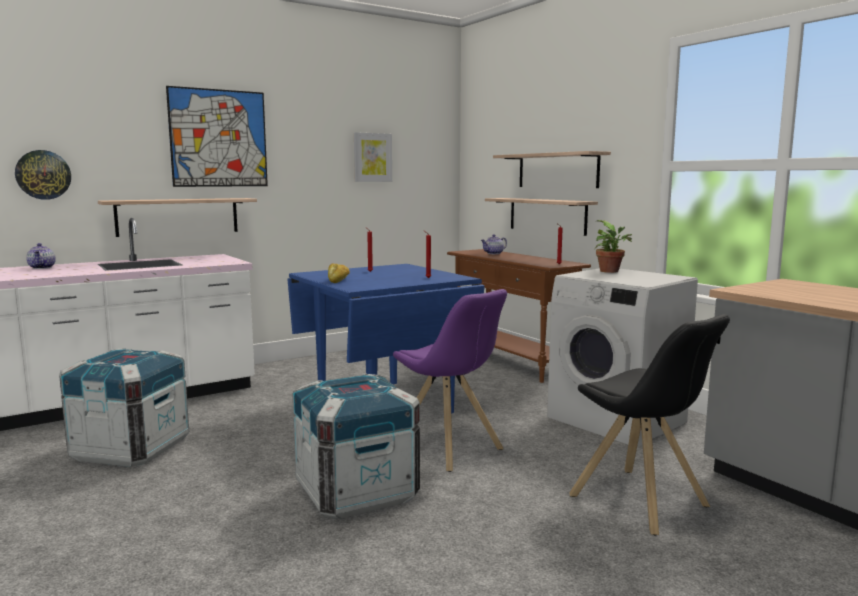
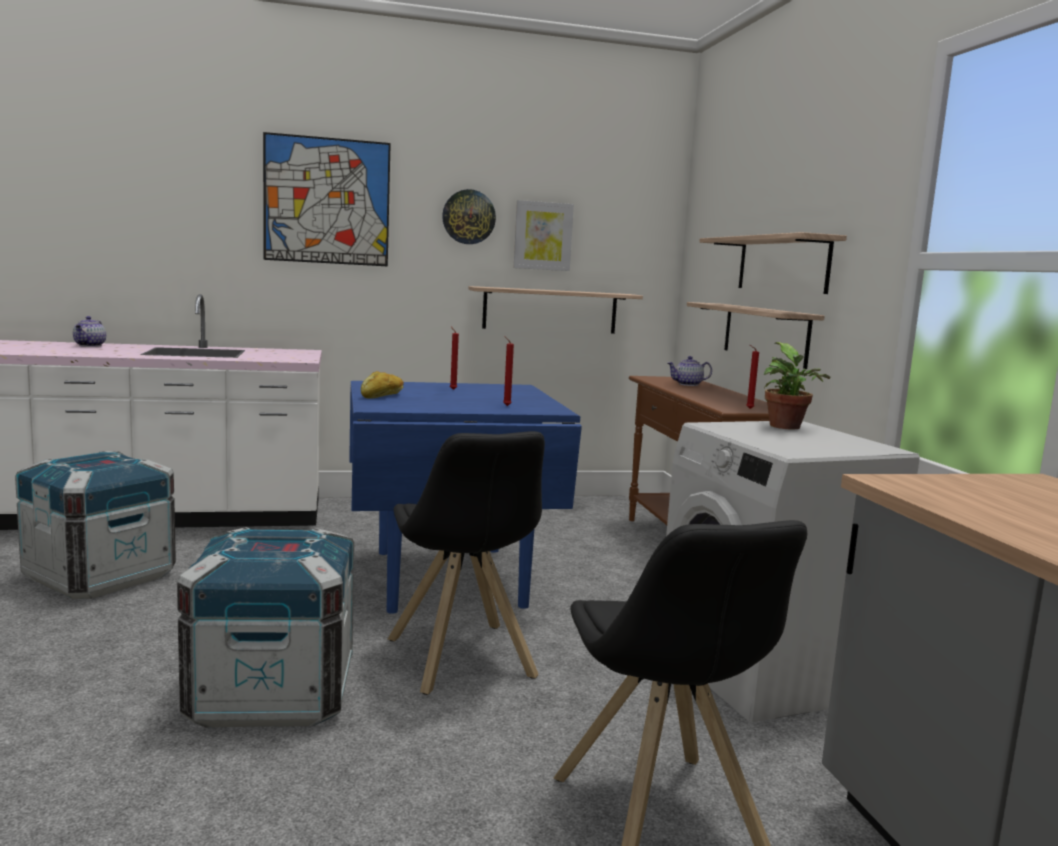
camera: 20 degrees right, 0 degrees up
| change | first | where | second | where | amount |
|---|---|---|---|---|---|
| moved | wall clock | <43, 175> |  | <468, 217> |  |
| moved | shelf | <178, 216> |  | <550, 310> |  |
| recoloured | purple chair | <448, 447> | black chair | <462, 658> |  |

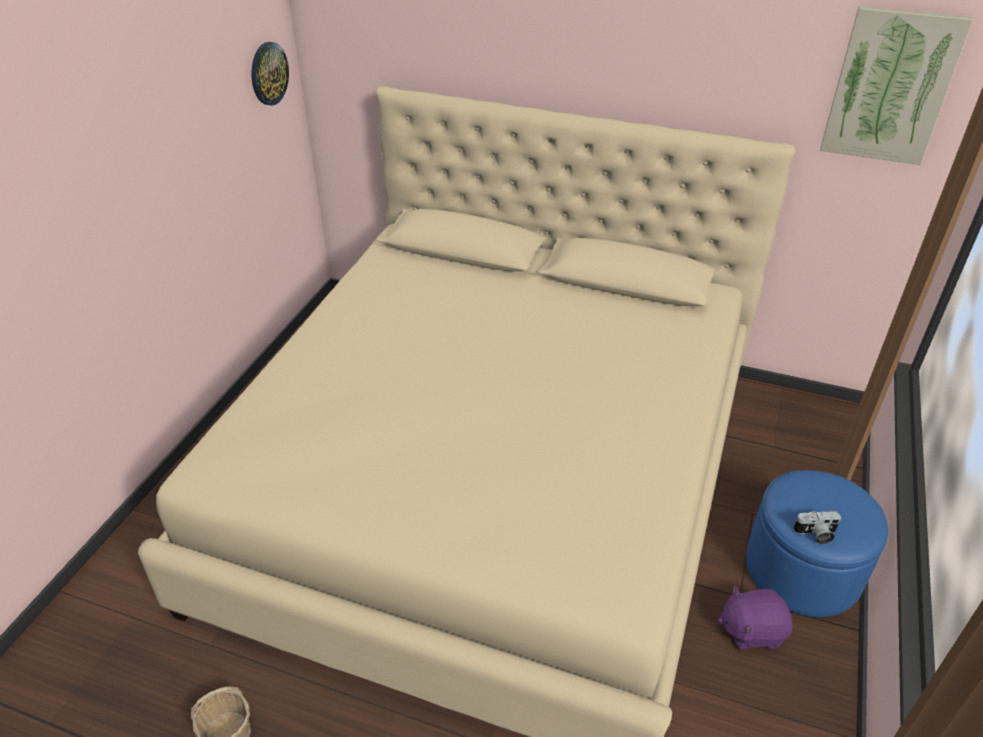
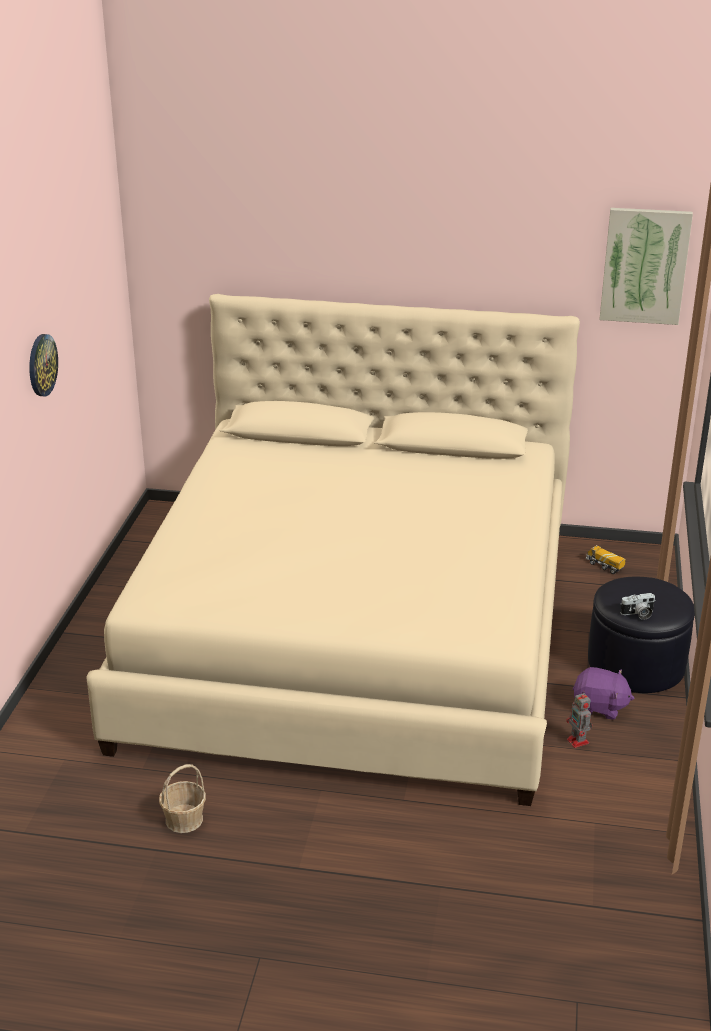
camera: 10 degrees left, 10 degrees down
| change | first | where | second | where | amount |
|---|---|---|---|---|---|
| added |  |  | toy robot | <578, 742> |  |
| added |  |  | toy truck | <604, 566> |  |
| moved | wall clock | <268, 73> |  | <41, 365> |  |
| recoloured | blue ottoman | <802, 569> | black ottoman | <636, 664> |  |
| turned | purple plush toy | <751, 630> |  | <600, 707> | 150 degrees counterclockwise |

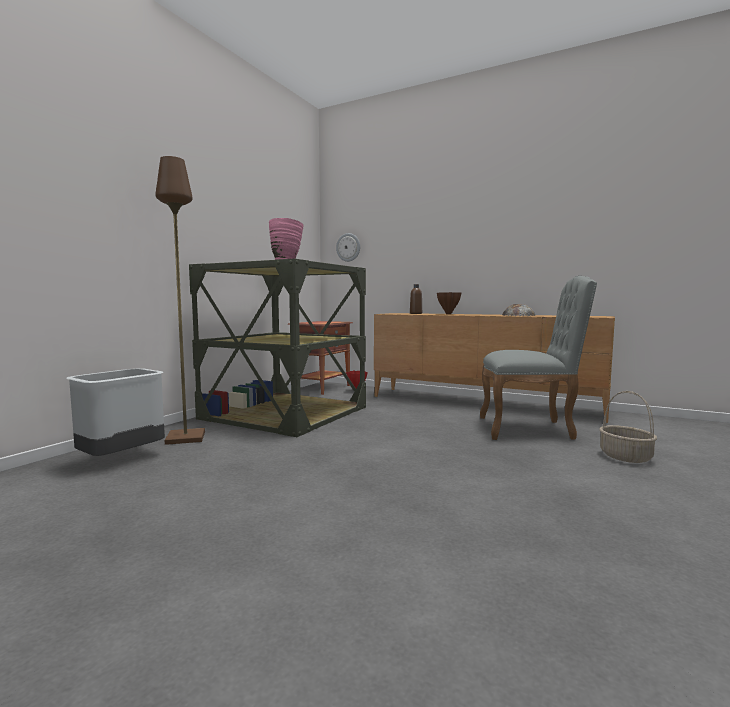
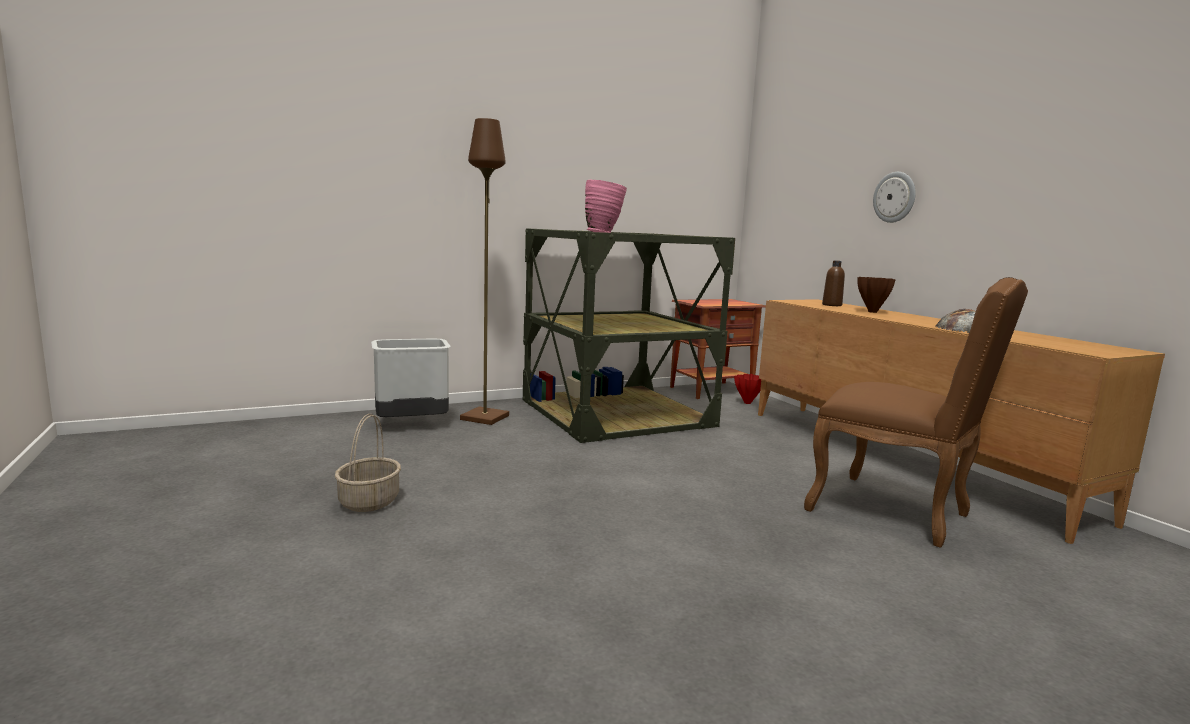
camera: 35 degrees right, 5 degrees up
| change | first | where | second | where | amount |
|---|---|---|---|---|---|
| moved | wall clock | <348, 247> |  | <894, 197> |  |
| moved | basket | <624, 456> |  | <369, 501> |  |
| recoloured | grey chair | <527, 429> | brown chair | <893, 511> |  |

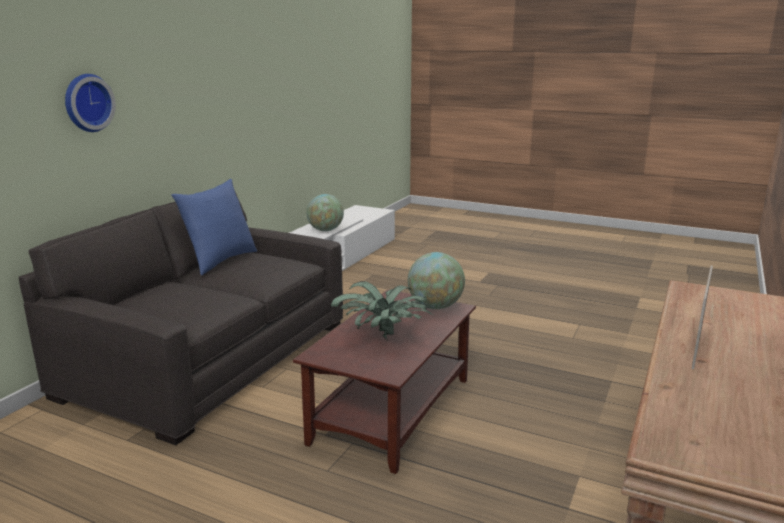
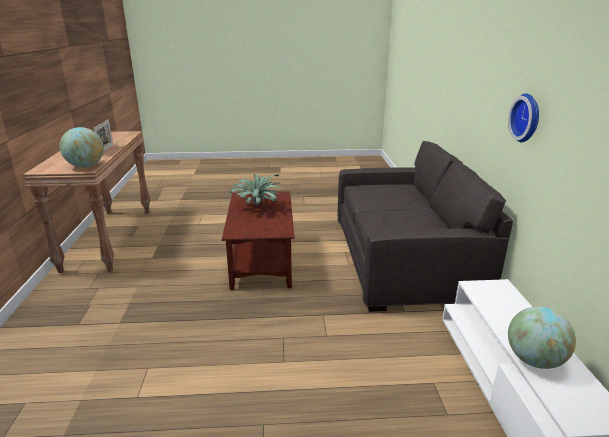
camera: 150 degrees right, 5 degrees up
| change | first | where | second | where | amount |
|---|---|---|---|---|---|
| removed | blue pillow | <220, 261> |  |  |  |
| moved | wall clock | <87, 103> |  | <527, 118> |  |
| moved | globe | <435, 306> |  | <86, 166> |  |

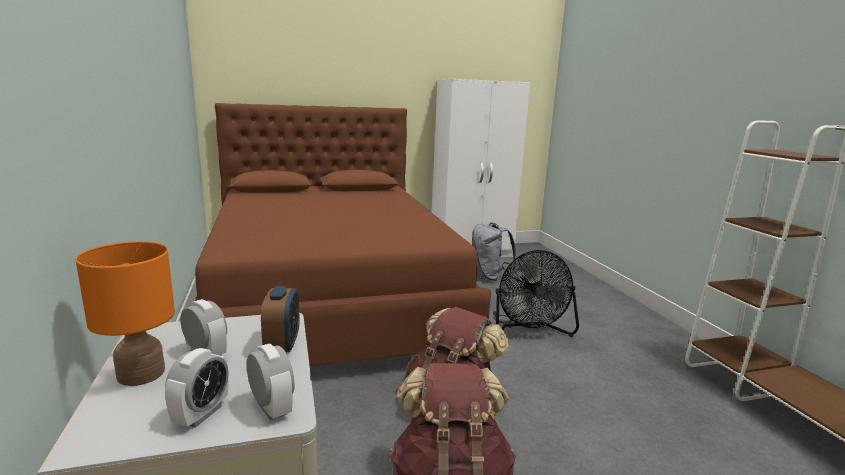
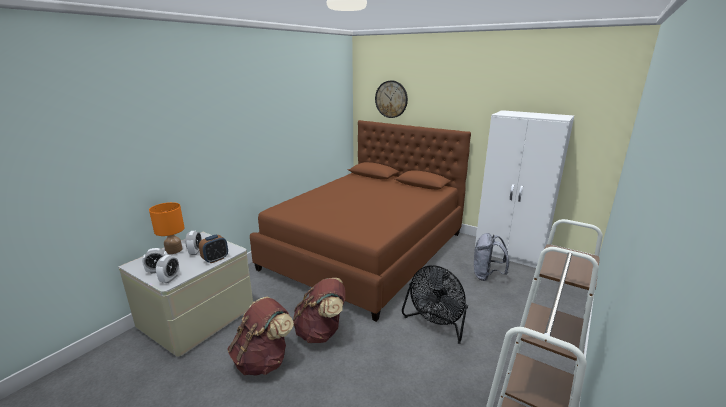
camera: 50 degrees right, 5 degrees up
| change | first | where | second | where | amount |
|---|---|---|---|---|---|
| added |  |  | wall clock | <391, 99> |  |

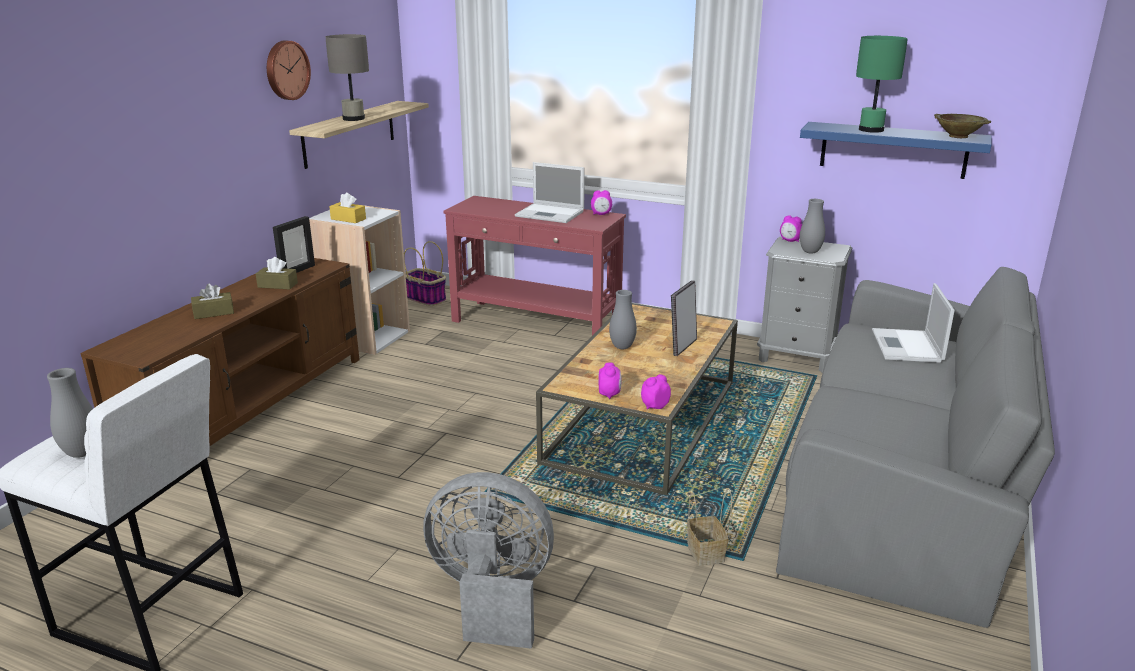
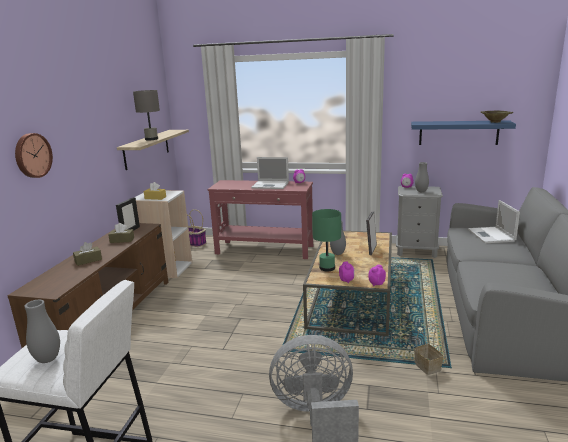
camera: 10 degrees left, 5 degrees down
| change | first | where | second | where | amount |
|---|---|---|---|---|---|
| moved | wall clock | <286, 70> |  | <32, 155> |  |
| moved | green table lamp | <871, 130> |  | <327, 268> |  |

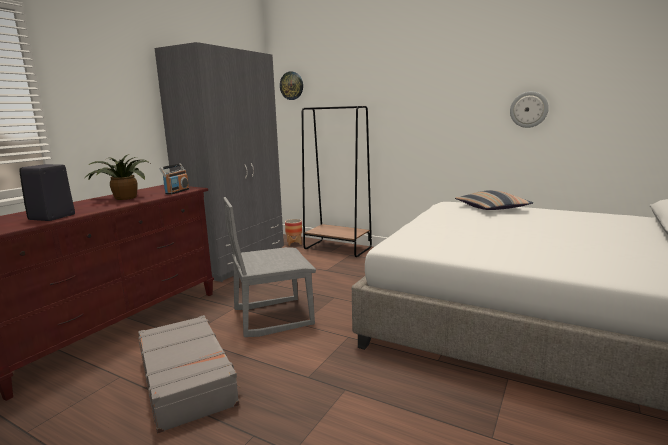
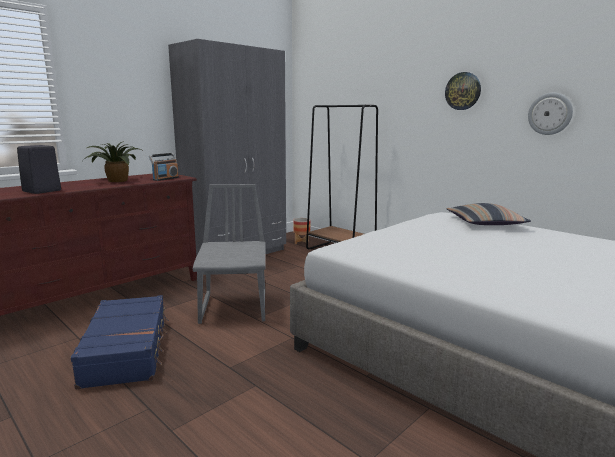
camera: 15 degrees right, 0 degrees up
| change | first | where | second | where | amount |
|---|---|---|---|---|---|
| moved | wall clock | <291, 85> |  | <463, 91> |  |
| recoloured | grey suitcase | <188, 380> | blue suitcase | <127, 350> |  |
| turned | grey chair | <273, 317> |  | <235, 308> | 90 degrees clockwise |

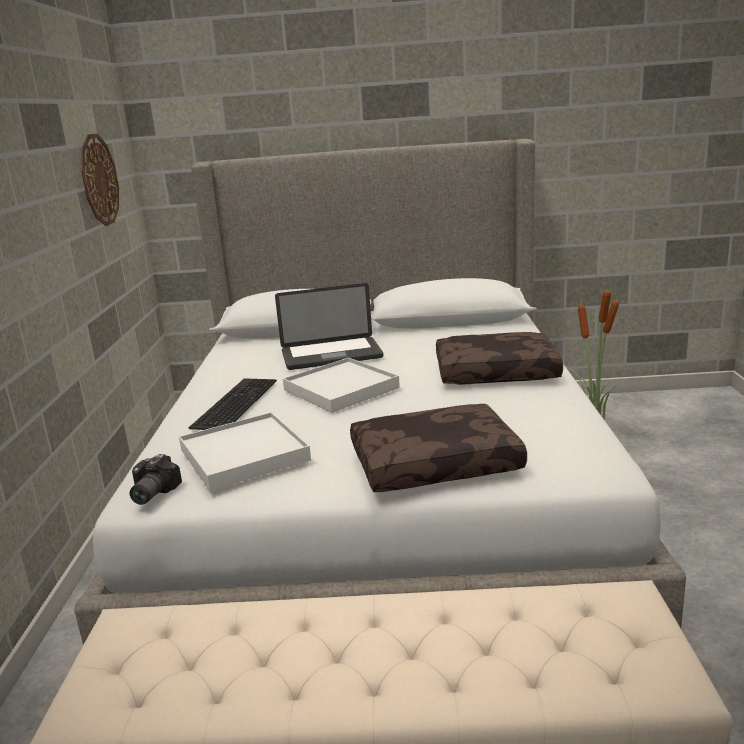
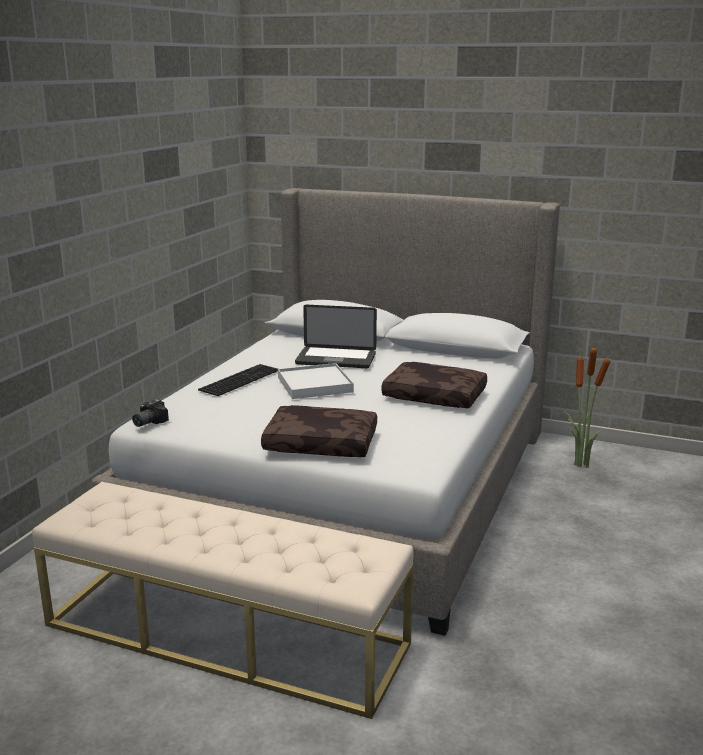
camera: 20 degrees right, 0 degrees up
| change | first | where | second | where | amount |
|---|---|---|---|---|---|
| removed | wall clock | <99, 180> |  |  |  |
| removed | white tray | <243, 455> |  |  |  |

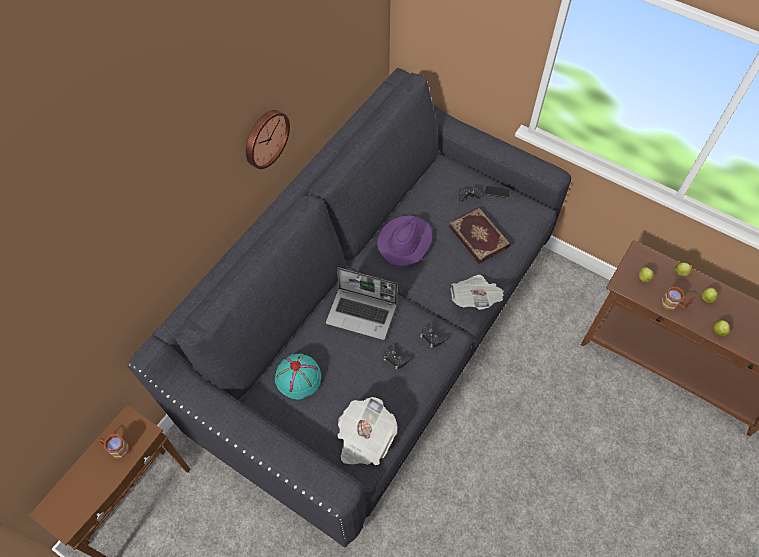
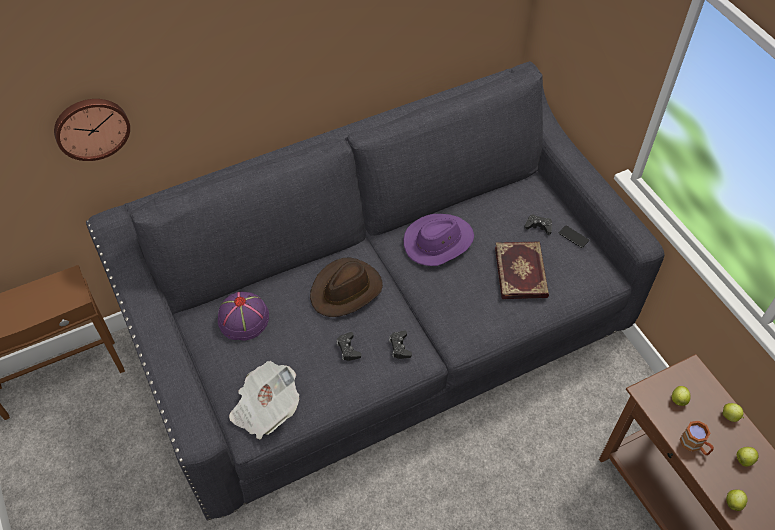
camera: 30 degrees right, 5 degrees down
| change | first | where | second | where | amount |
|---|---|---|---|---|---|
| removed | brown mug | <116, 448> |  |  |  |
| removed | newspaper | <474, 298> |  |  |  |
| moved | wall clock | <265, 138> |  | <91, 127> |  |
| replaced | laptop | <362, 314> | brown hat | <346, 290> |  |
| recoloured | turquoise hat | <298, 378> | purple hat | <243, 319> |  |

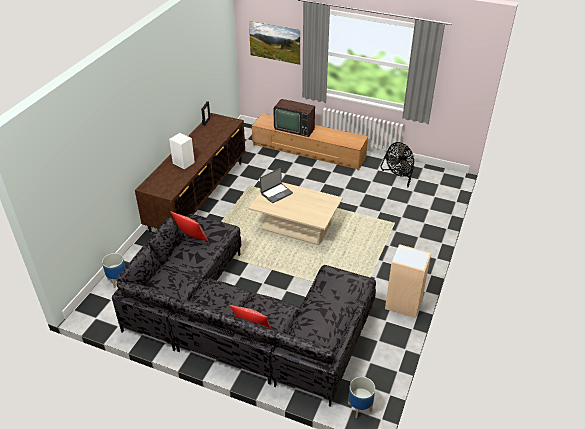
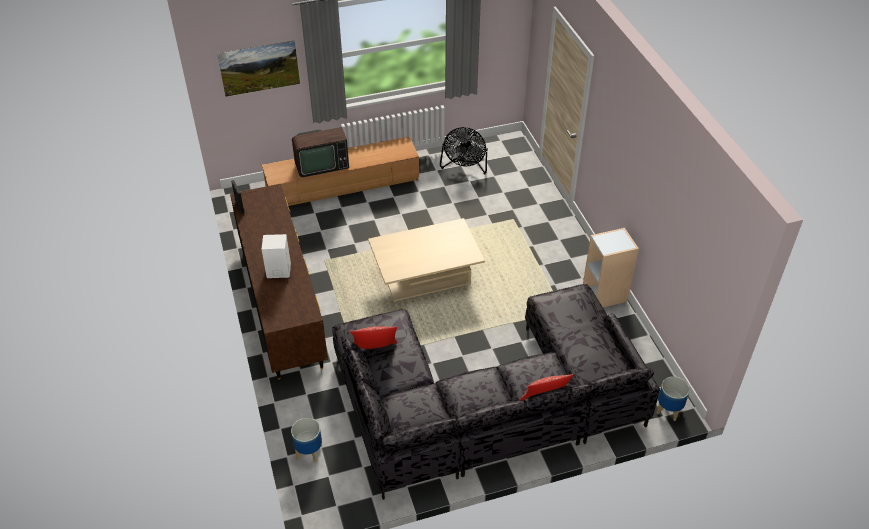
camera: 40 degrees left, 5 degrees up
| change | first | where | second | where | amount |
|---|---|---|---|---|---|
| removed | laptop | <276, 193> |  |  |  |

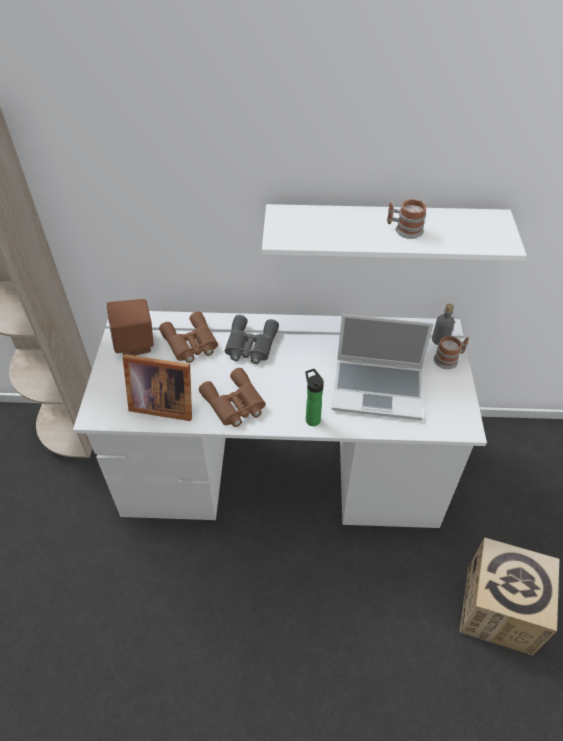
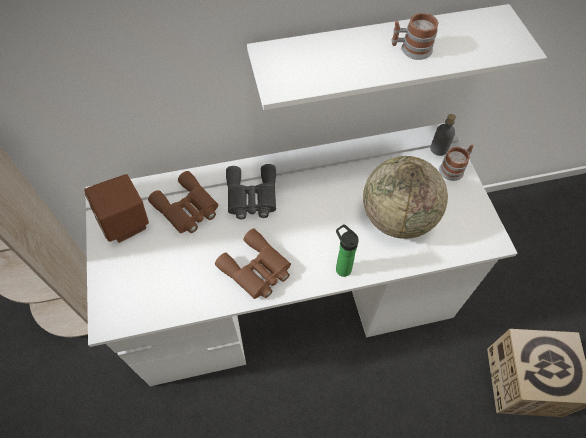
camera: 15 degrees left, 10 degrees up
| change | first | where | second | where | amount |
|---|---|---|---|---|---|
| removed | picture frame | <162, 403> |  |  |  |
| replaced | laptop | <378, 389> | globe | <397, 218> |  |

